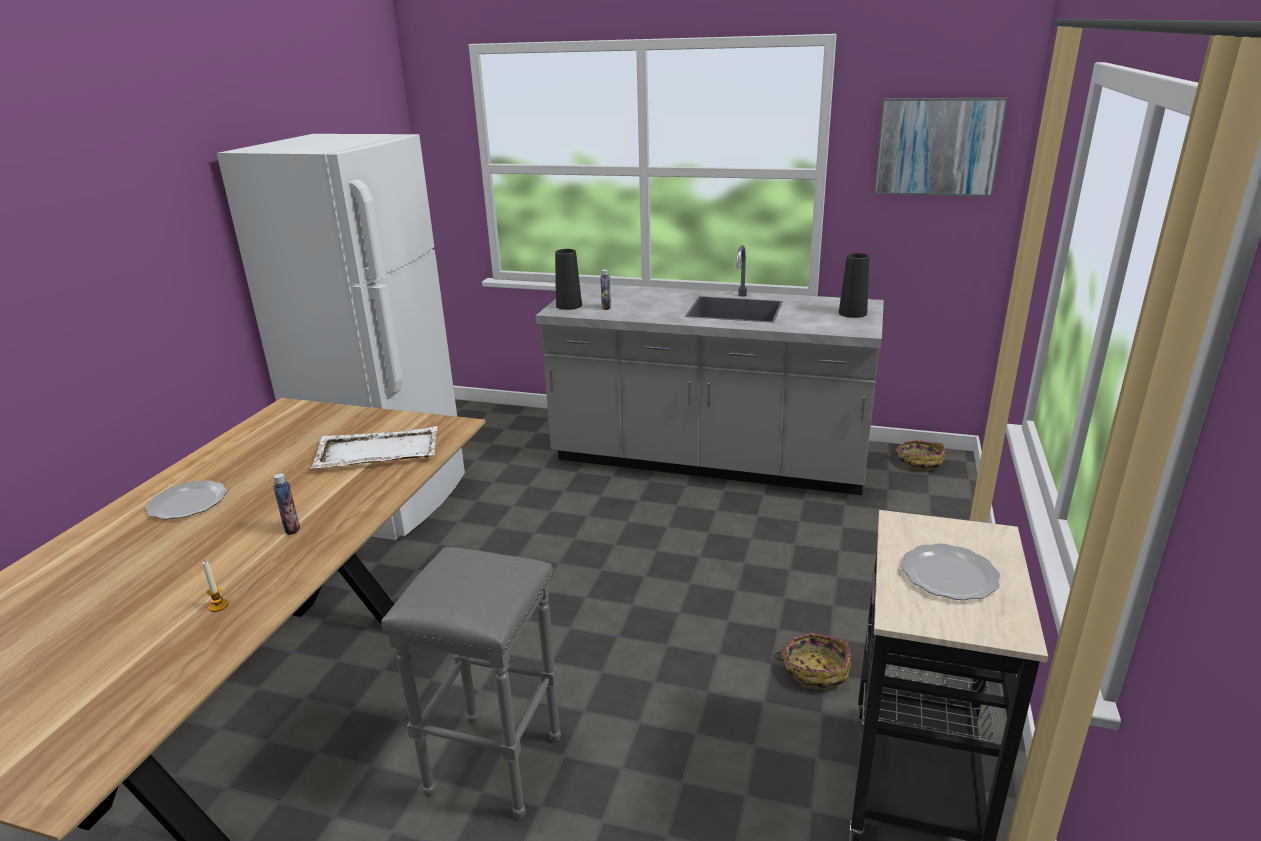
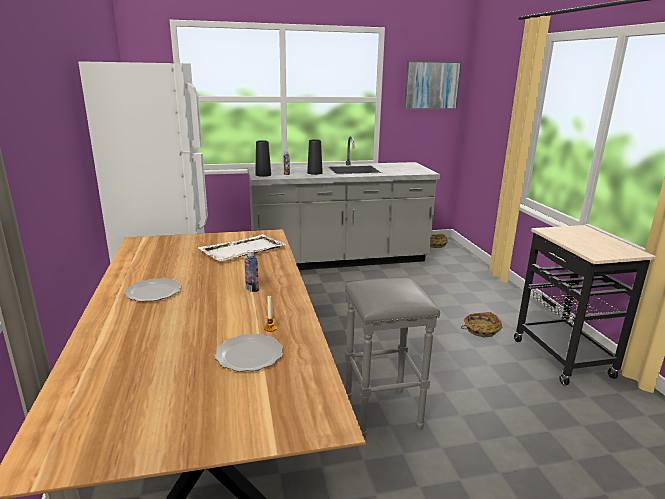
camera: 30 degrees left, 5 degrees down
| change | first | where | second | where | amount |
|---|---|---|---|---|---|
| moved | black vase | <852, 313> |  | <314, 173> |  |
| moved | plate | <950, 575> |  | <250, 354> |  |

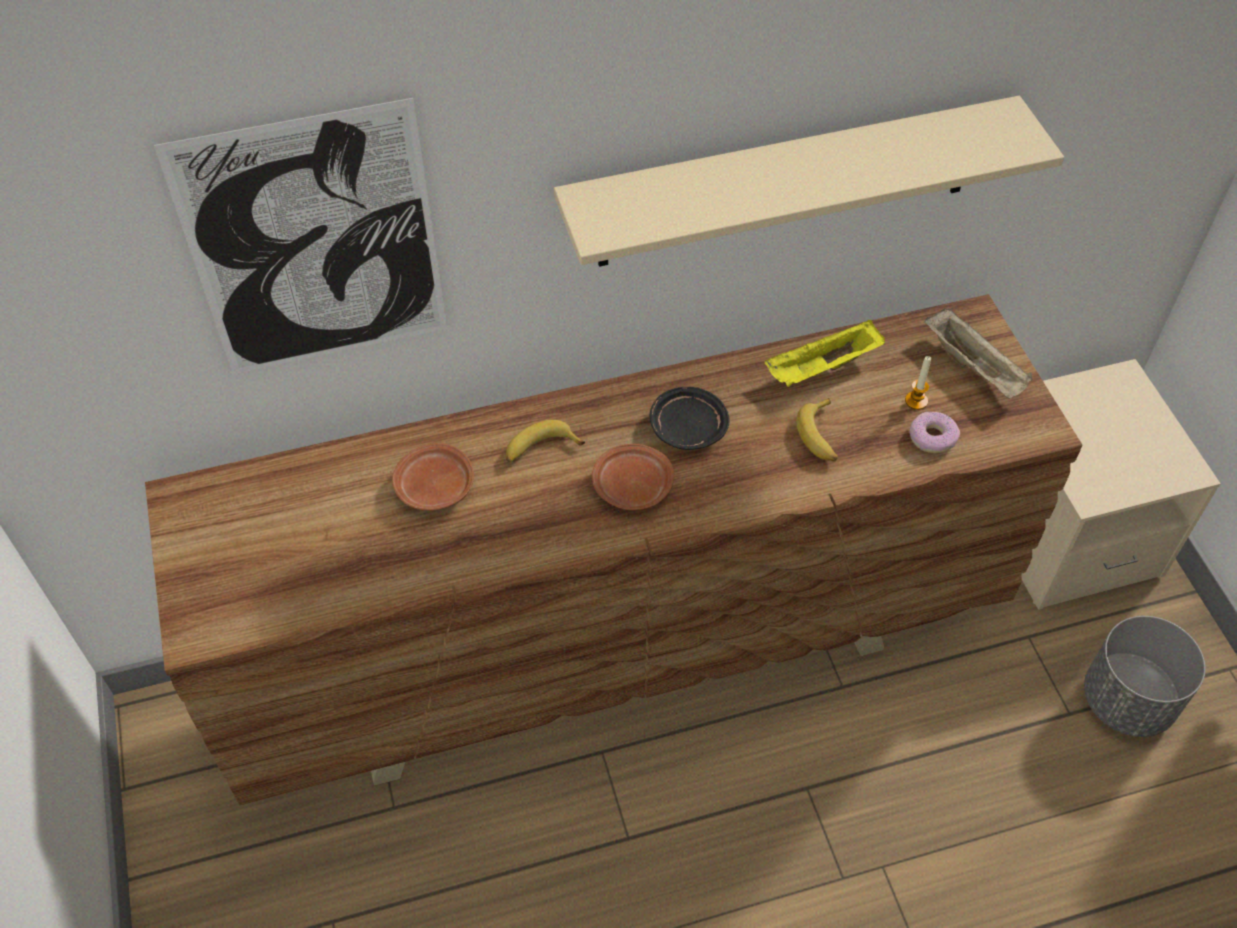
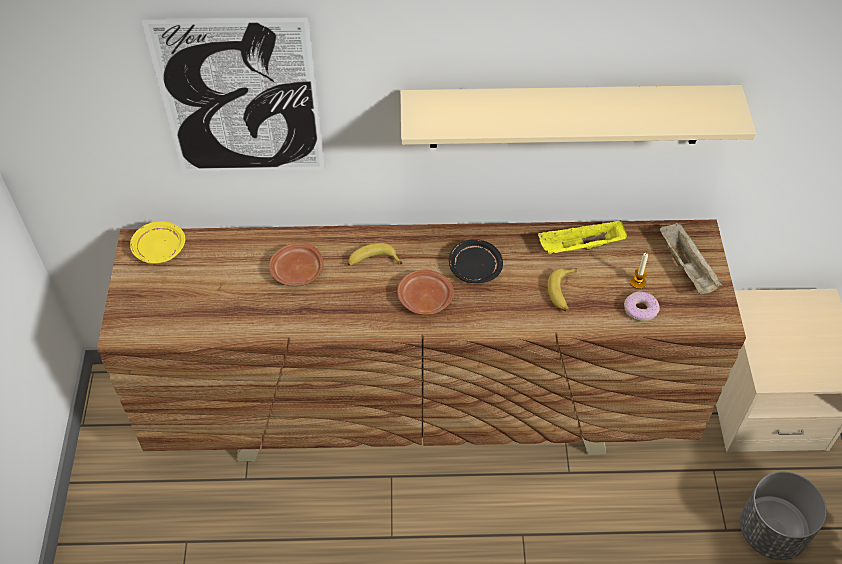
camera: 15 degrees right, 0 degrees up
| change | first | where | second | where | amount |
|---|---|---|---|---|---|
| added |  |  | yellow plate | <159, 249> |  |

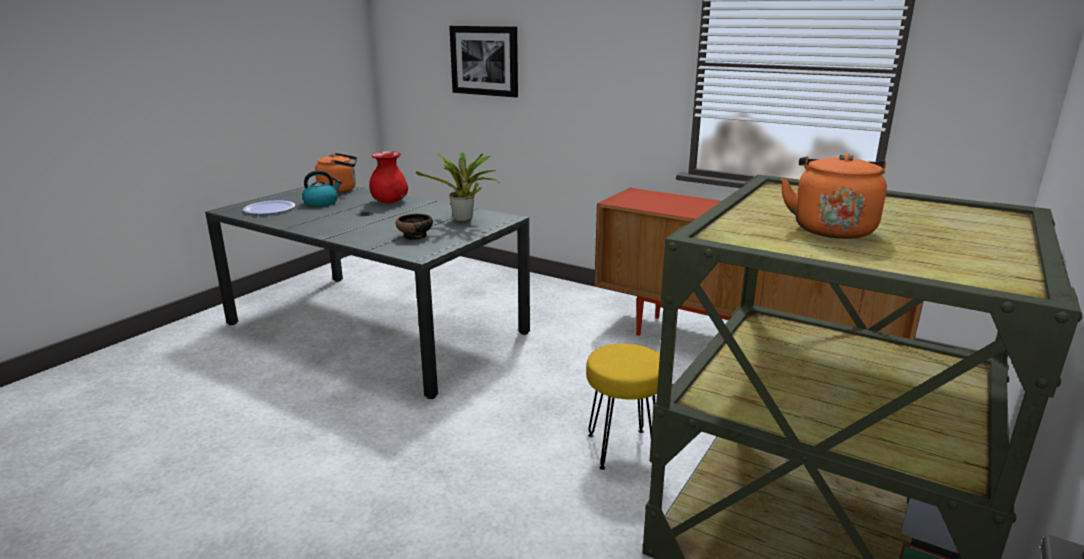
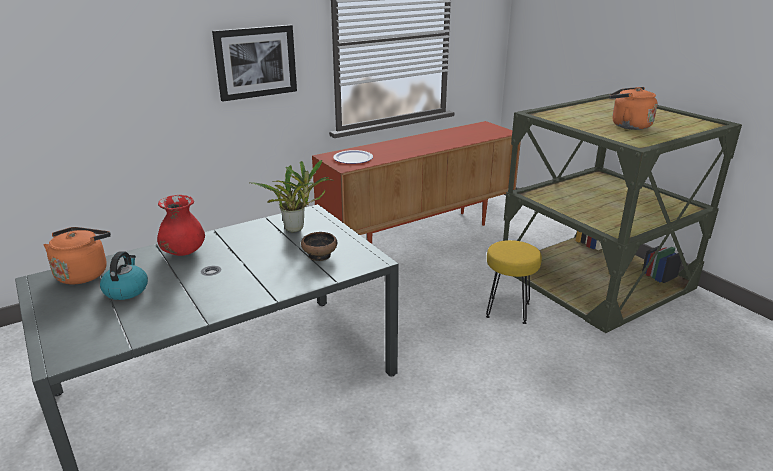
camera: 65 degrees left, 5 degrees up
| change | first | where | second | where | amount |
|---|---|---|---|---|---|
| moved | plate | <269, 209> |  | <353, 158> |  |
| moved | picture | <484, 60> |  | <256, 62> |  |

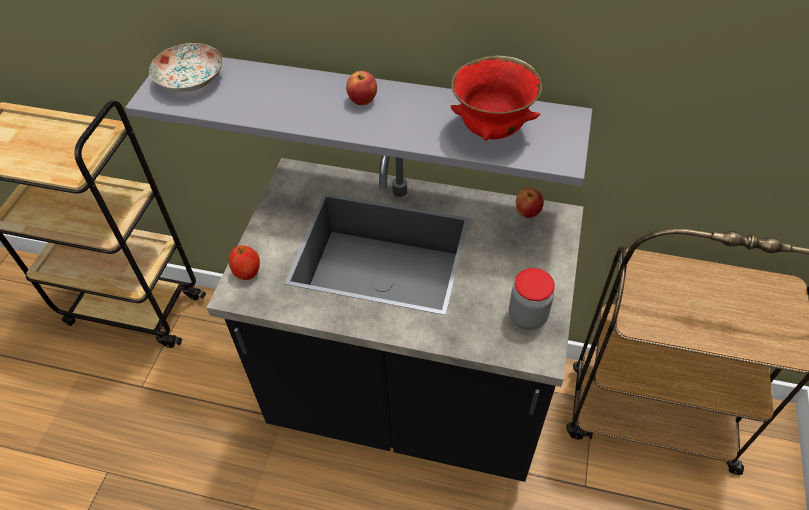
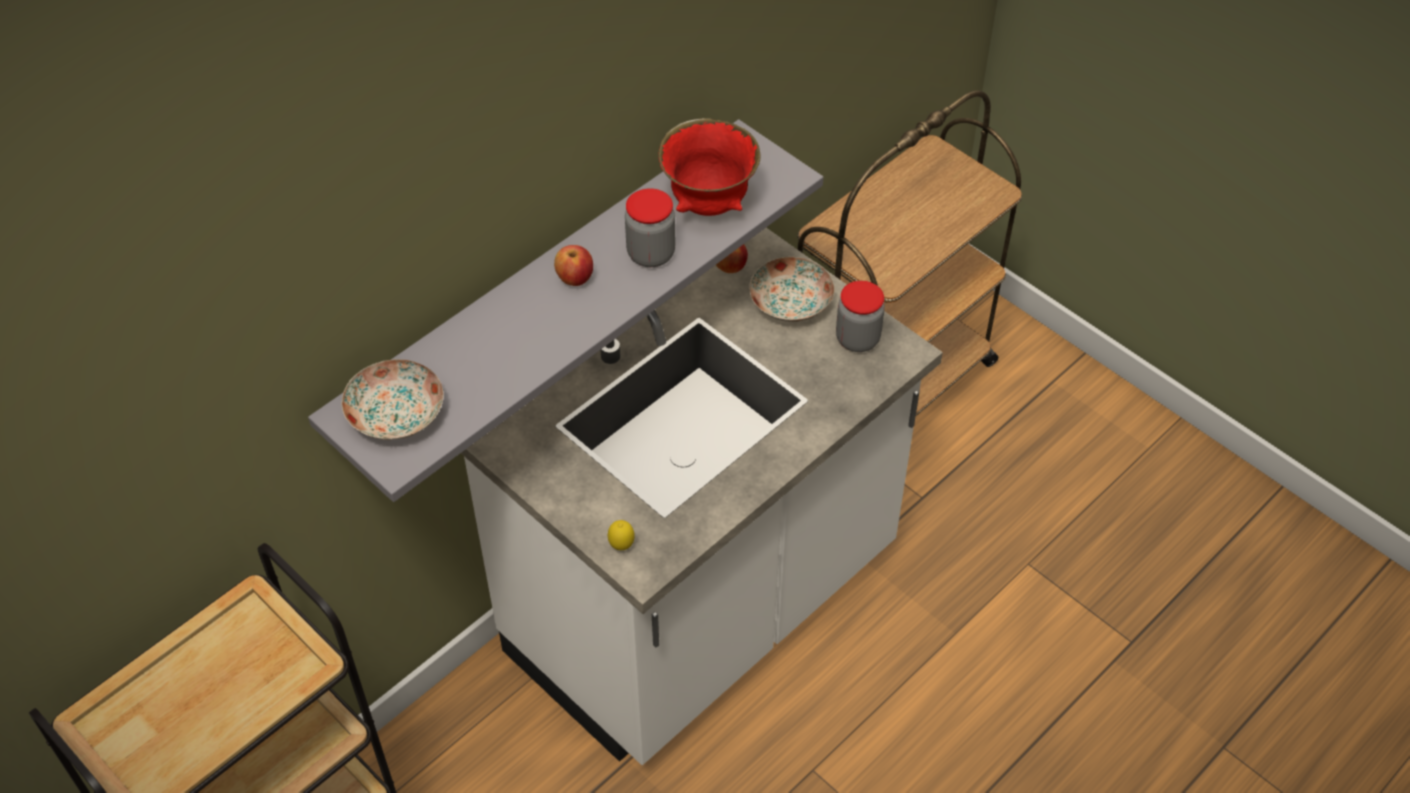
camera: 60 degrees left, 0 degrees up
| change | first | where | second | where | amount |
|---|---|---|---|---|---|
| added |  |  | jar | <651, 254> |  |
| added |  |  | plate | <791, 303> |  |
| replaced | apple | <247, 273> | lemon | <621, 546> |  |
| recoloured | black counter | <408, 402> | white counter | <704, 608> |  |

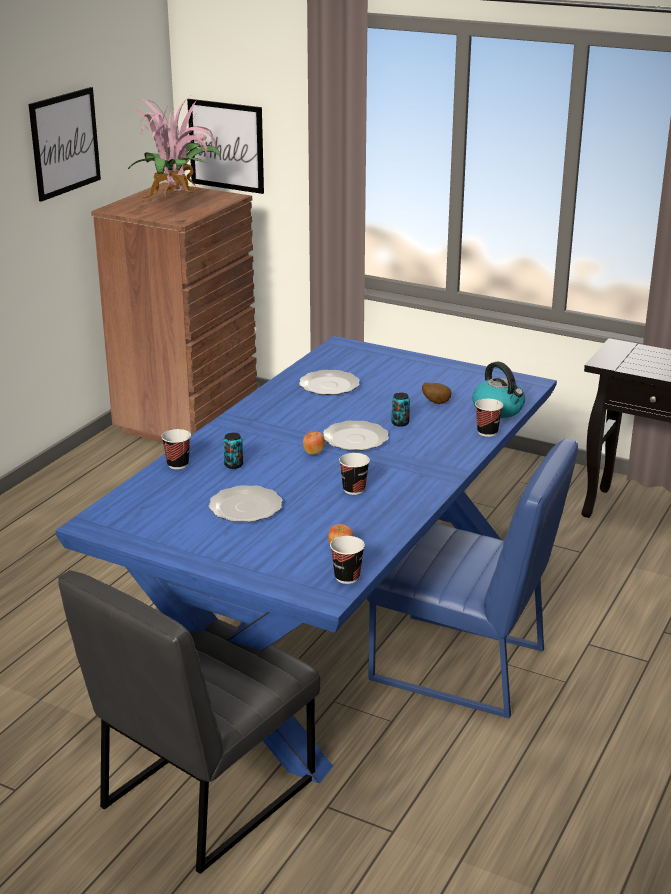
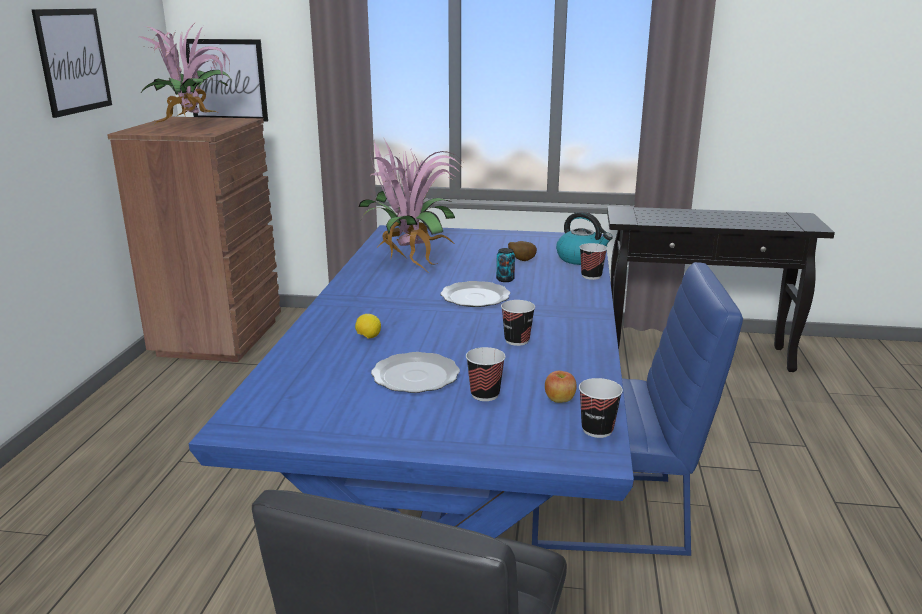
camera: 20 degrees left, 5 degrees down
| change | first | where | second | where | amount |
|---|---|---|---|---|---|
| removed | apple | <313, 452> |  |  |  |
| moved | cup | <178, 464> |  | <485, 394> |  |
| replaced | can | <233, 465> | lemon | <368, 337> |  |
| replaced | plate | <330, 385> | potted plant | <410, 259> |  |

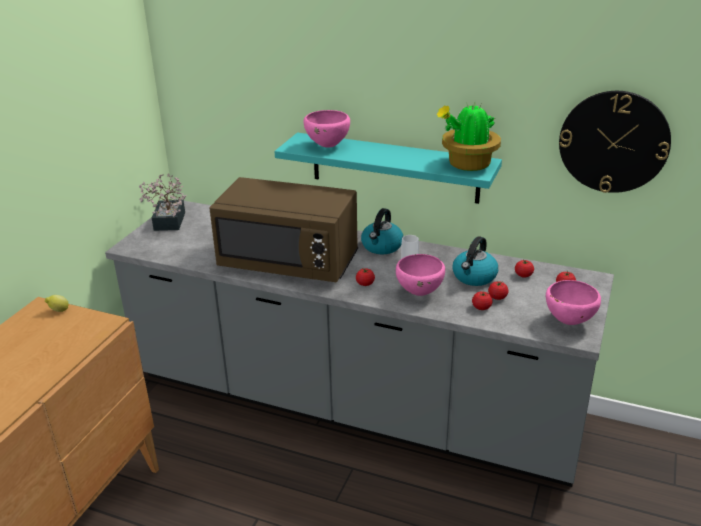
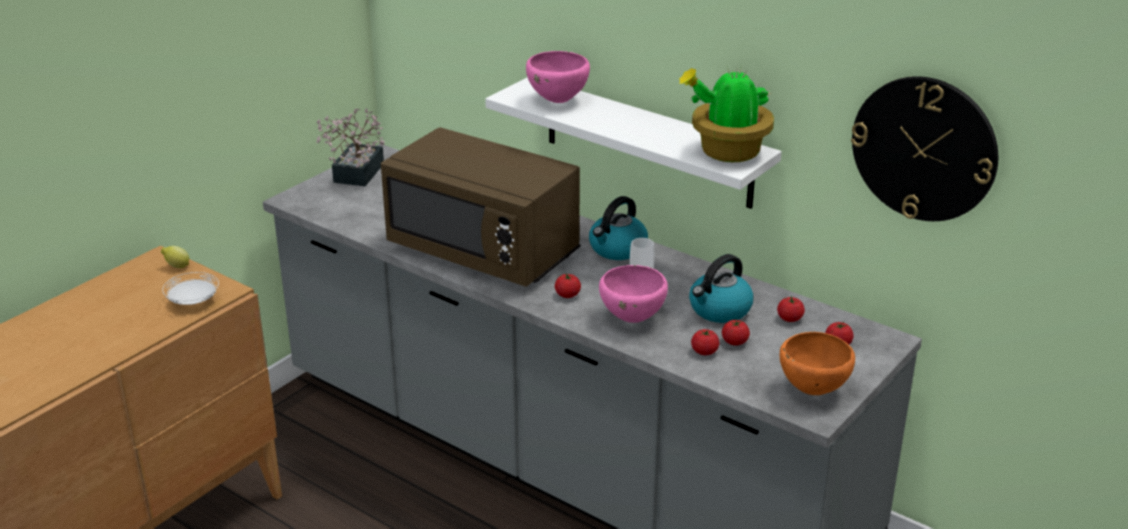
camera: 15 degrees right, 0 degrees up
| change | first | where | second | where | amount |
|---|---|---|---|---|---|
| added |  |  | white plate | <193, 302> |  |
| recoloured | turquoise shelf | <394, 168> | white shelf | <647, 142> |  |
| recoloured | pink bowl | <568, 322> | orange bowl | <812, 391> |  |

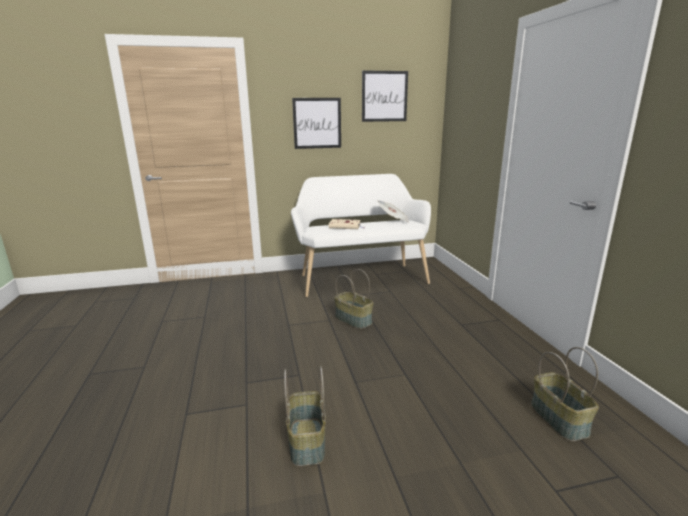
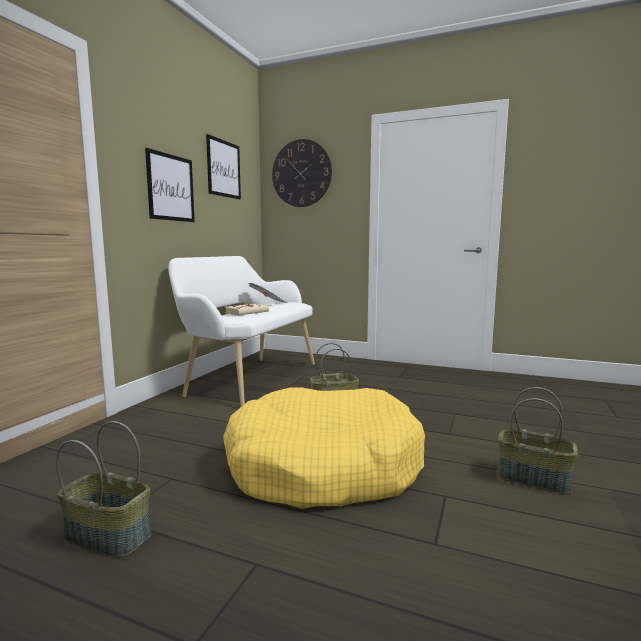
camera: 55 degrees left, 10 degrees down
| change | first | where | second | where | amount |
|---|---|---|---|---|---|
| added |  |  | yellow dog bed | <323, 466> |  |
| added |  |  | wall clock | <301, 173> |  |
| moved | basket | <560, 419> |  | <109, 535> |  |

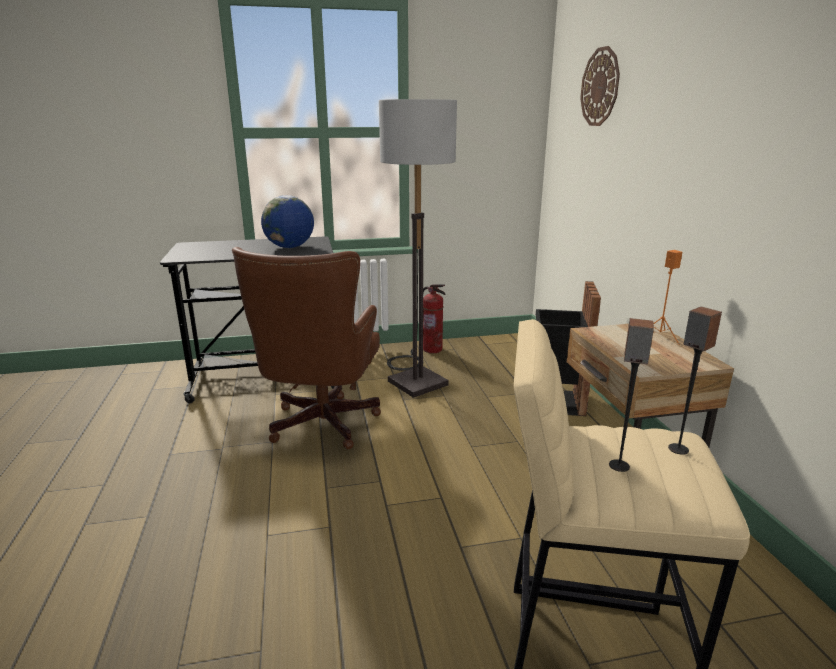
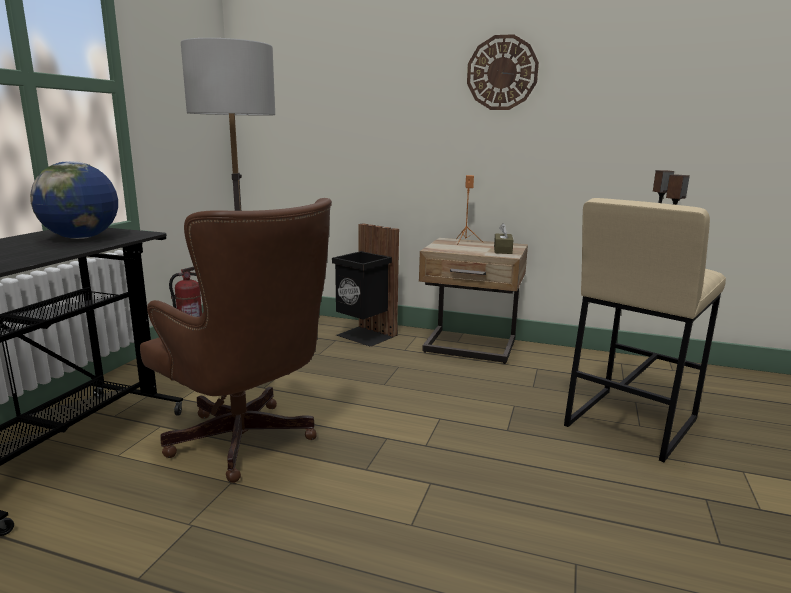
camera: 60 degrees left, 5 degrees down
| change | first | where | second | where | amount |
|---|---|---|---|---|---|
| added |  |  | brown tissue box | <502, 250> |  |
| moved | wall clock | <600, 87> |  | <502, 73> |  |

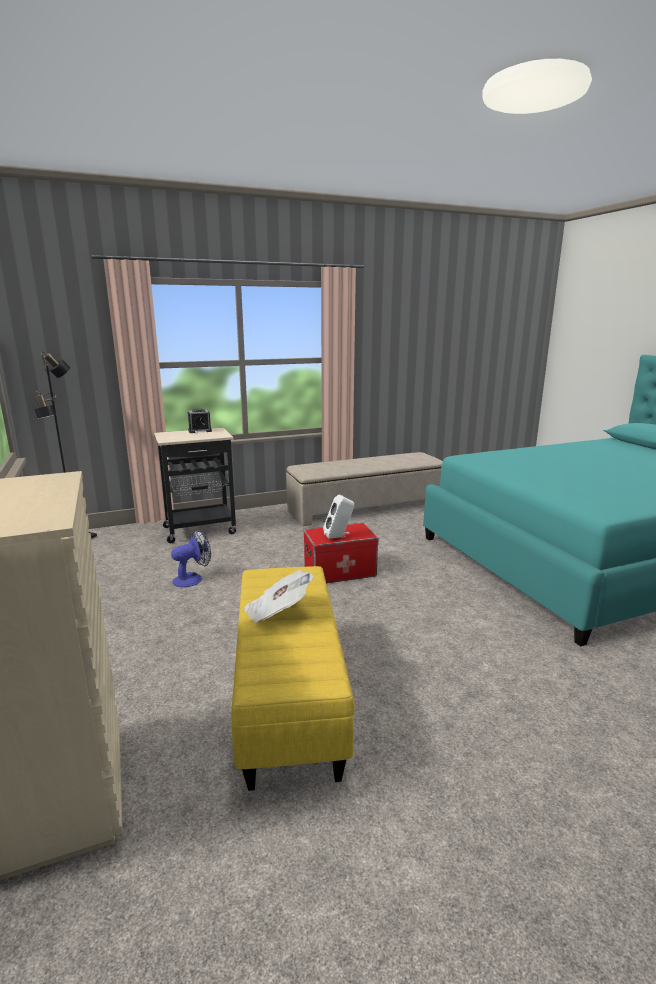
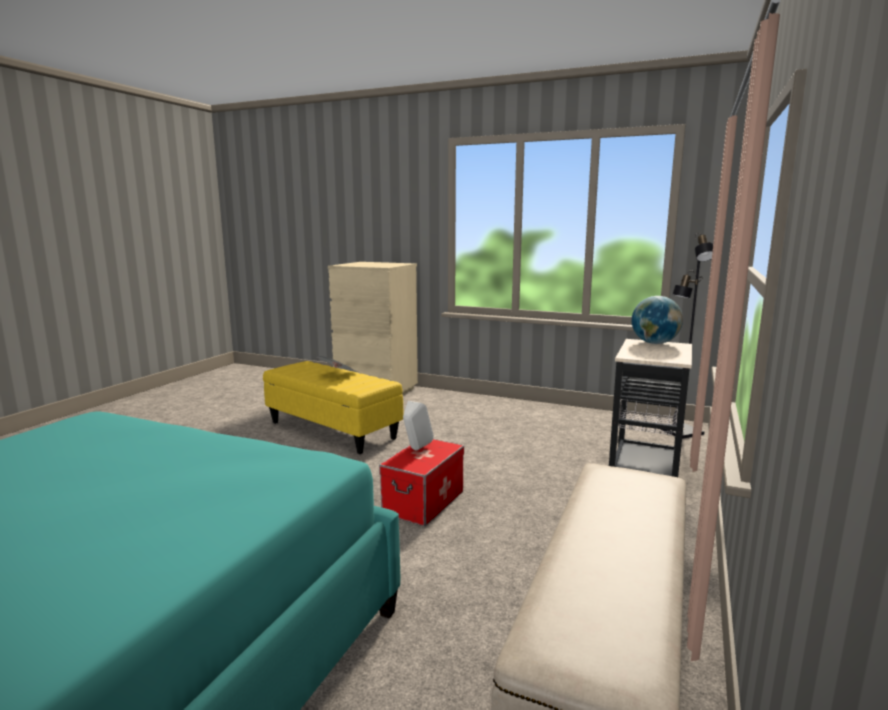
camera: 135 degrees right, 5 degrees down
| change | first | where | second | where | amount |
|---|---|---|---|---|---|
| removed | fan | <192, 578> |  |  |  |
| removed | alarm clock | <200, 430> |  |  |  |
| added |  |  | globe | <654, 343> |  |

